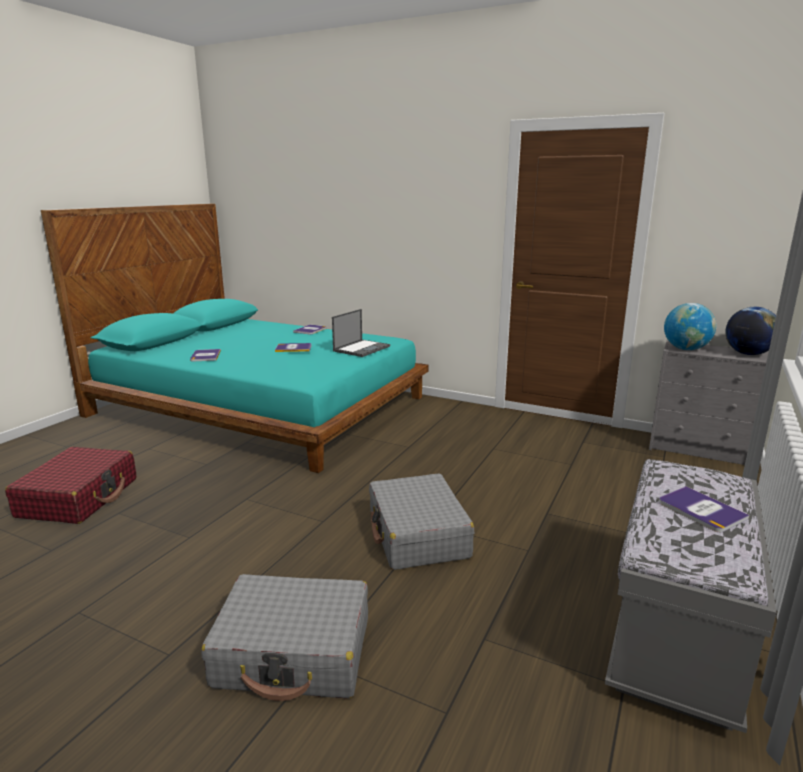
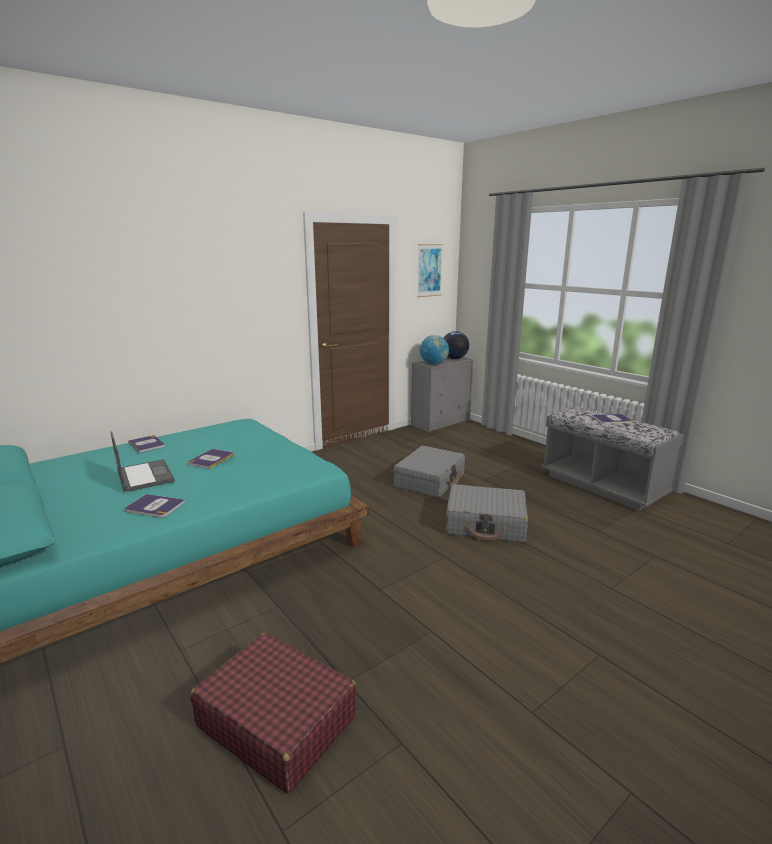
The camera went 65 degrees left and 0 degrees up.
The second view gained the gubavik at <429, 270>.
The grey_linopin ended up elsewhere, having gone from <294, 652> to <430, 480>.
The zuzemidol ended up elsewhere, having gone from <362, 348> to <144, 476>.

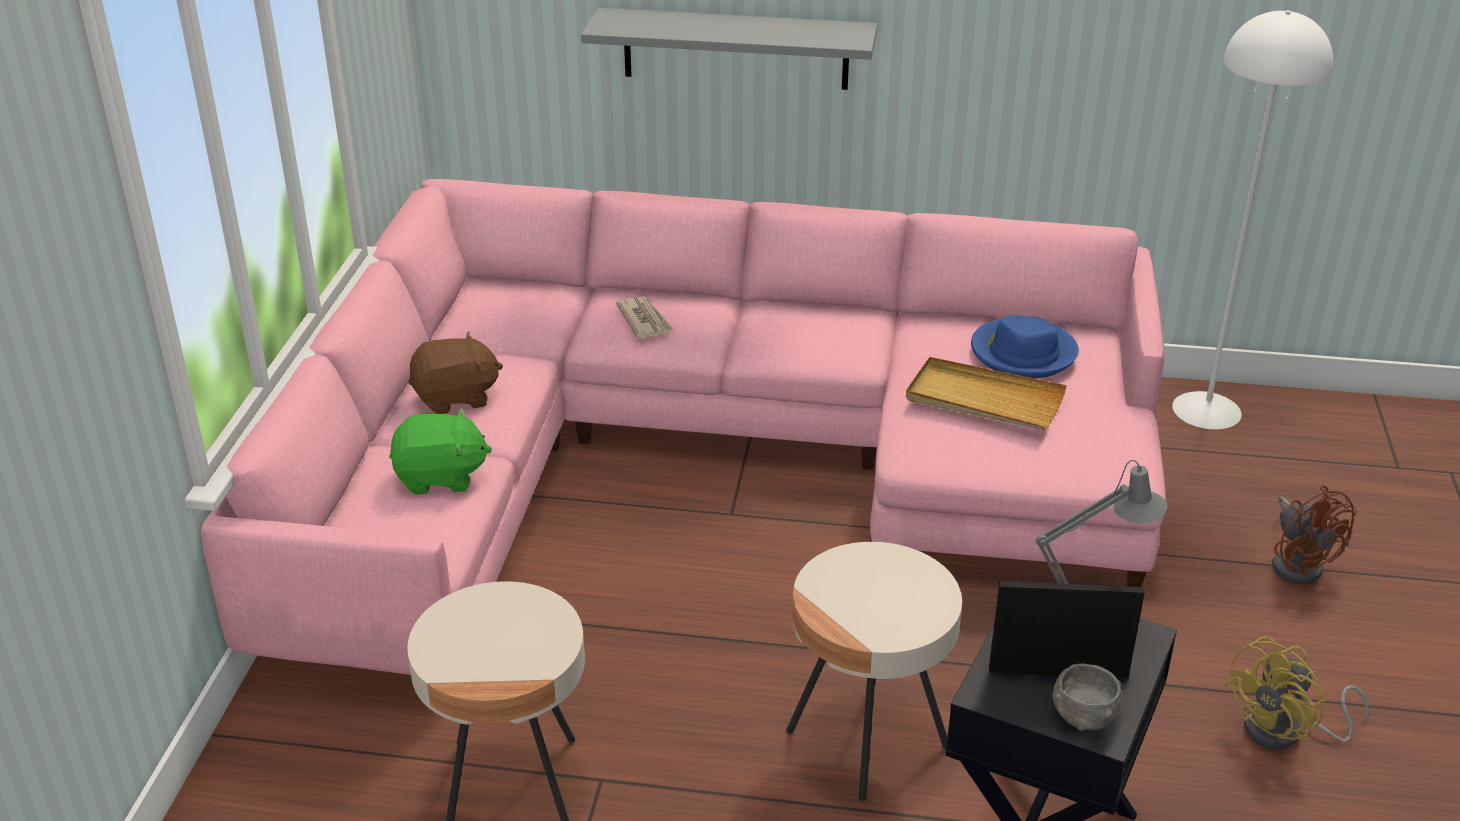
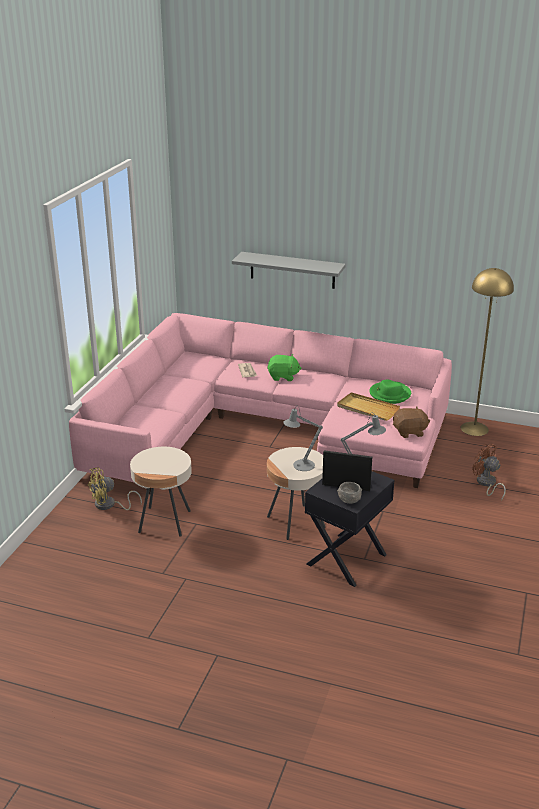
The camera went 10 degrees right and 5 degrees down.
The second view gained the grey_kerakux at <300, 466>.
The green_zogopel ended up elsewhere, having gone from <441, 477> to <283, 377>.
The brown_zogopel ended up elsewhere, having gone from <456, 398> to <409, 432>.
The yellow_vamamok ended up elsewhere, having gone from <1285, 732> to <109, 505>.
What was the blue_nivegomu at <1022, 352> turned into the green_nivegomu at <389, 394>.
What was the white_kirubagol at <1207, 410> turned into the yellow_kirubagol at <474, 428>.
The brown_vamamok at <1298, 563> ended up facing another way, 150 degrees clockwise from before.

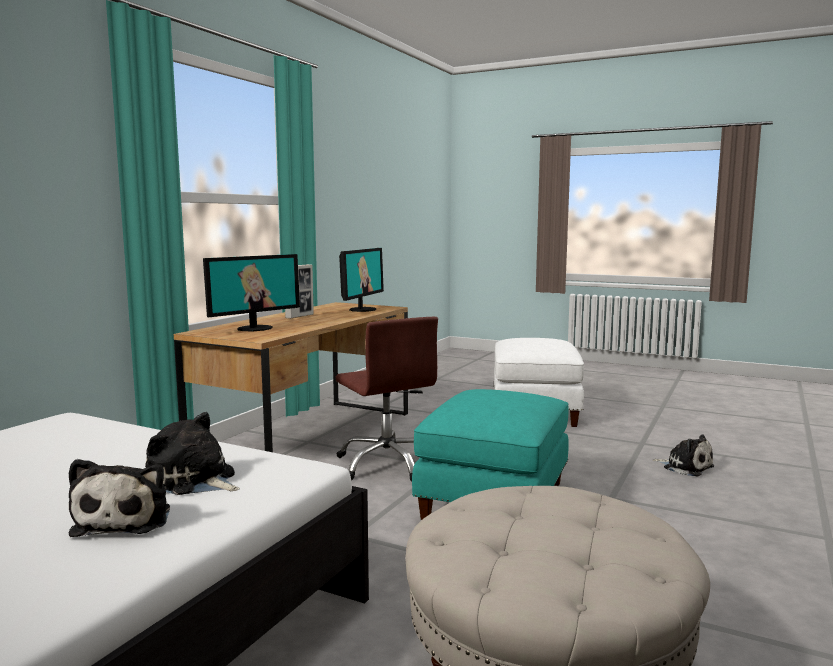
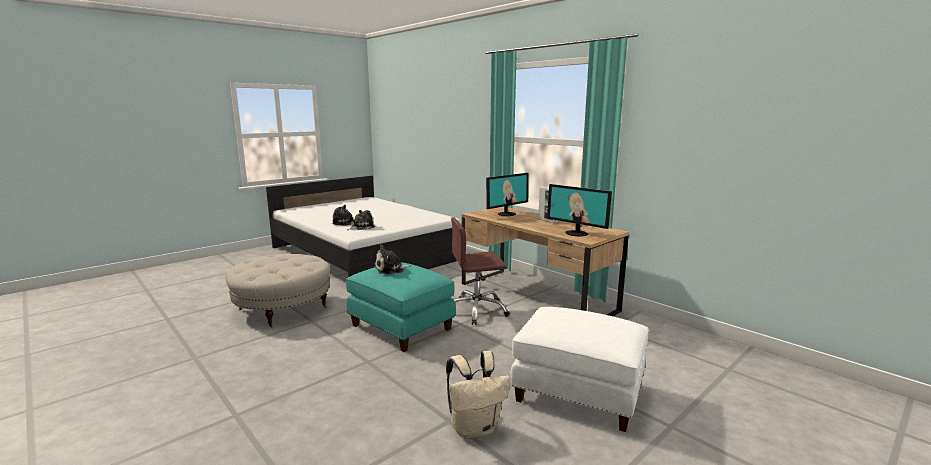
The camera went 110 degrees right and 5 degrees up.
The second view gained the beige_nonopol at <475, 428>.
The zogopel ended up elsewhere, having gone from <685, 467> to <391, 269>.
The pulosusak at <254, 328> ended up facing another way, 105 degrees counterclockwise from before.

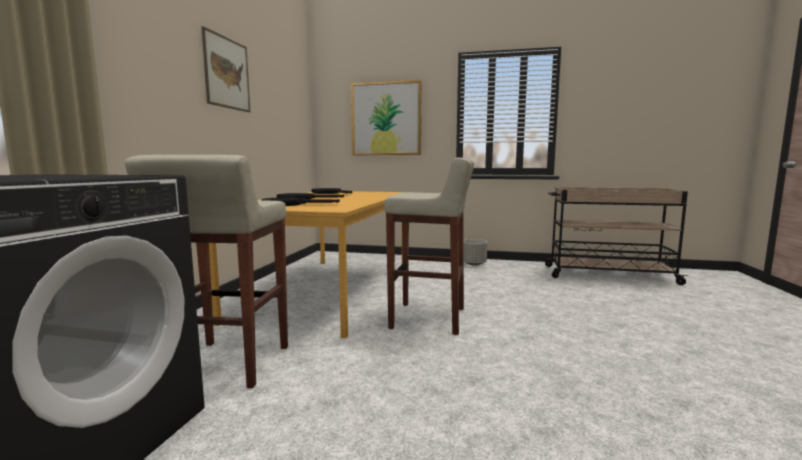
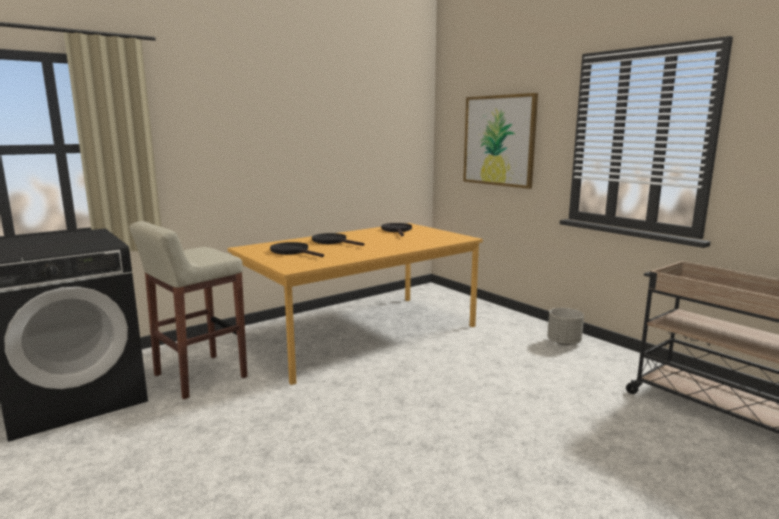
The camera went 40 degrees right and 5 degrees up.
The second view lost the gubavik at <227, 73>.
The second view lost the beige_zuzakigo at <430, 318>.

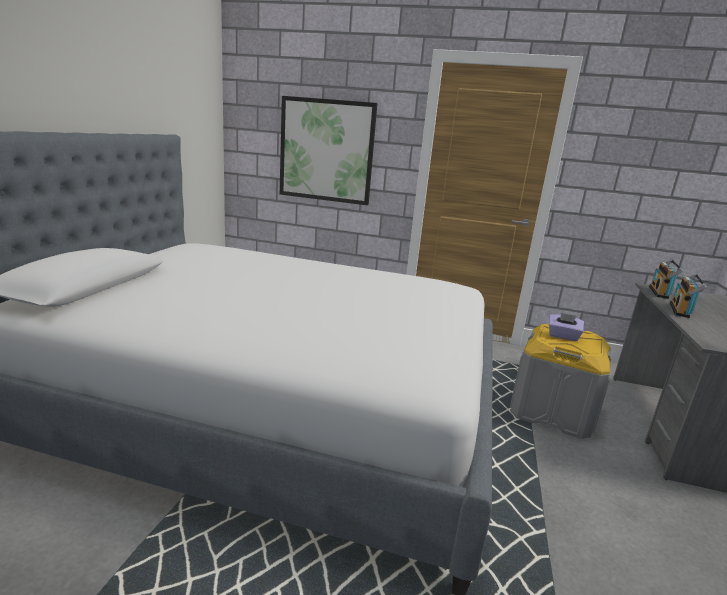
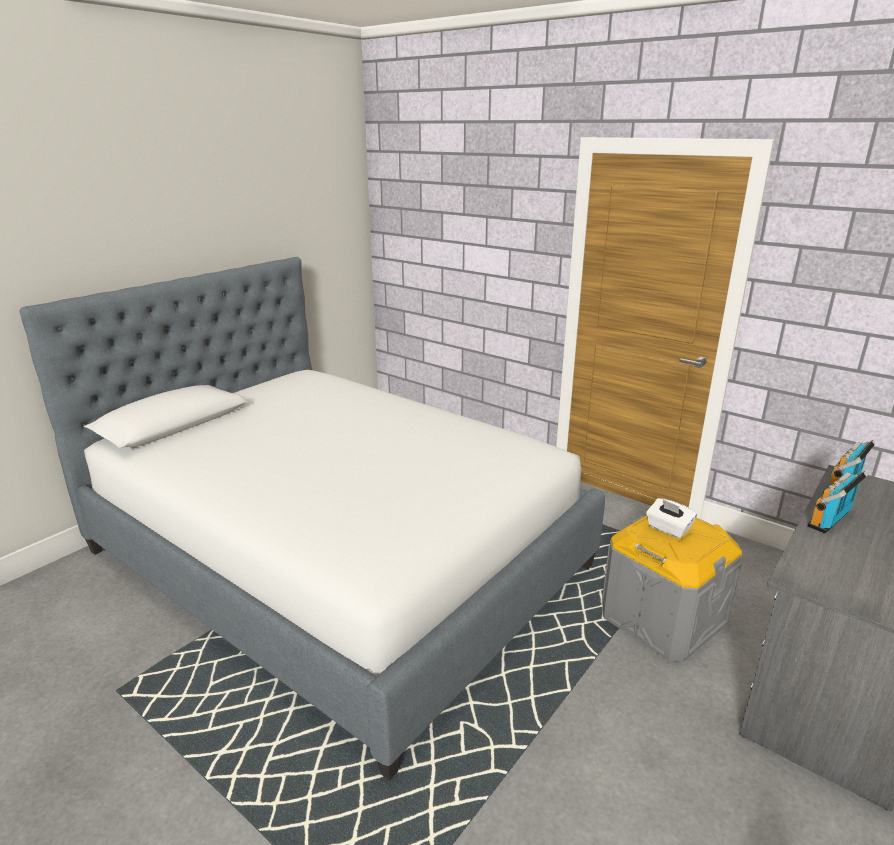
The camera went 25 degrees right and 5 degrees up.
The second view lost the gubavik at <326, 151>.
What was the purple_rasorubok at <562, 336> turned into the white_rasorubok at <668, 529>.

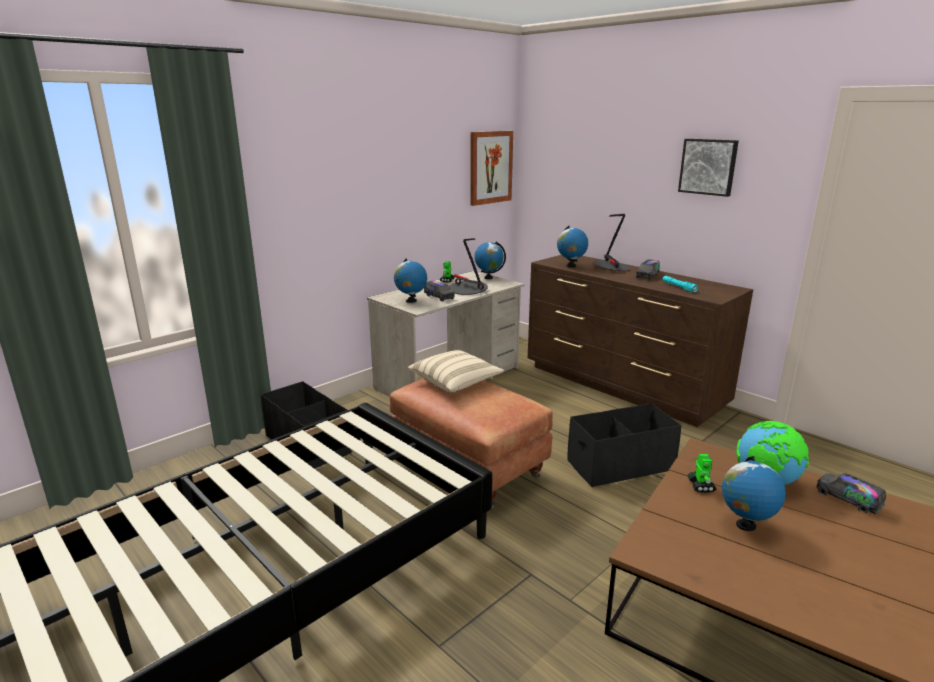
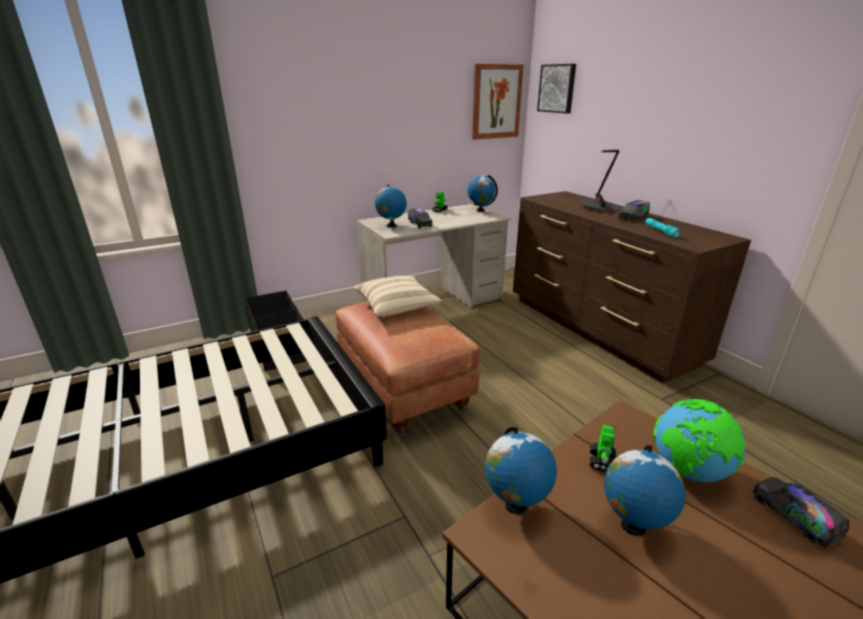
The camera went 15 degrees right and 5 degrees up.
The second view lost the kerakux at <467, 289>.
The second view lost the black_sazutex at <620, 465>.
The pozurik ended up elsewhere, having gone from <571, 266> to <515, 505>.
The gubavik ended up elsewhere, having gone from <708, 166> to <557, 88>.

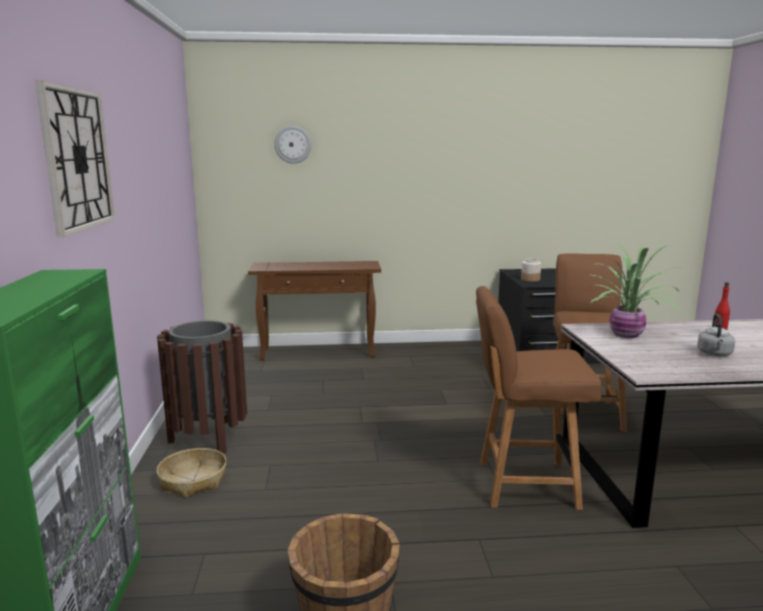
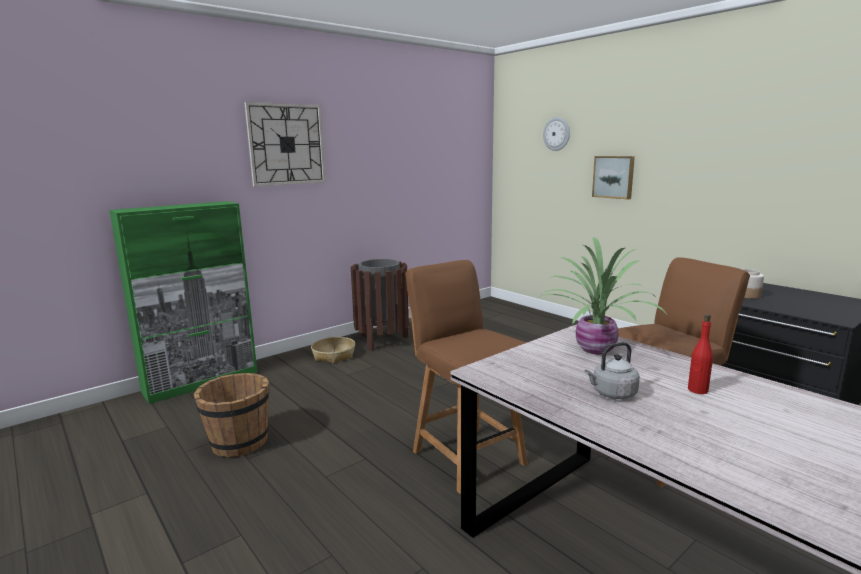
The camera went 55 degrees right and 0 degrees up.
The second view lost the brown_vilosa at <319, 353>.
The second view gained the gubavik at <613, 177>.

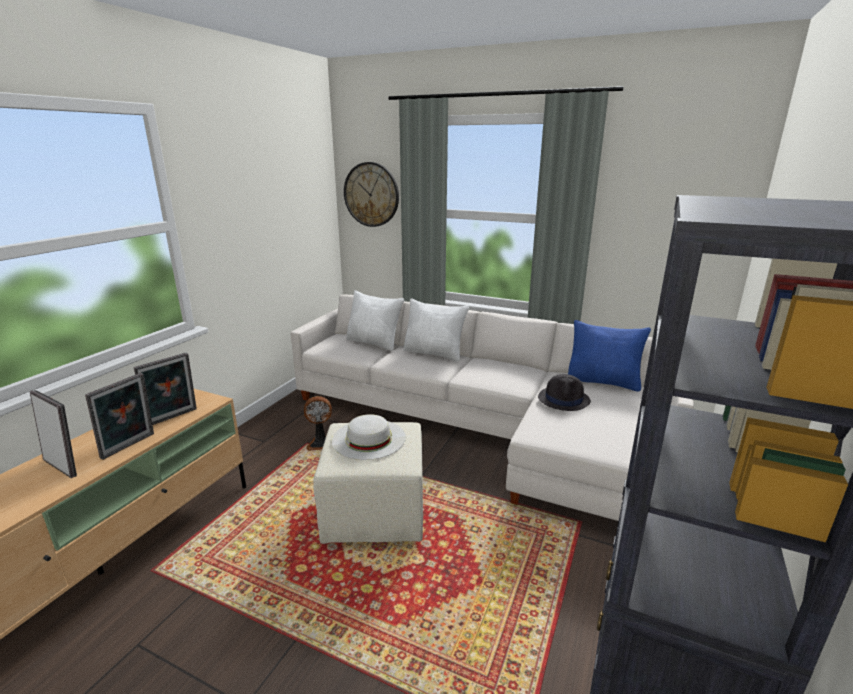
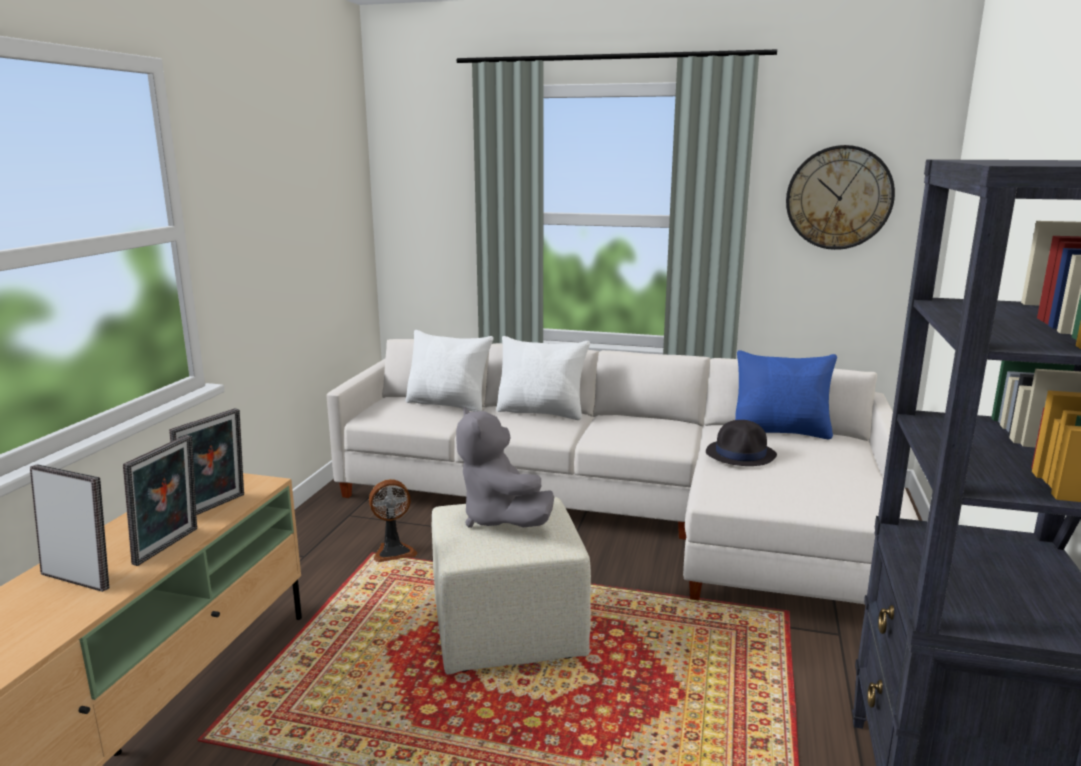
The camera went 10 degrees left and 5 degrees down.
The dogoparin ended up elsewhere, having gone from <371, 194> to <839, 198>.
Where the white_nivegomu stood at <369, 438>, the grey_zogopel came to stand at <500, 519>.

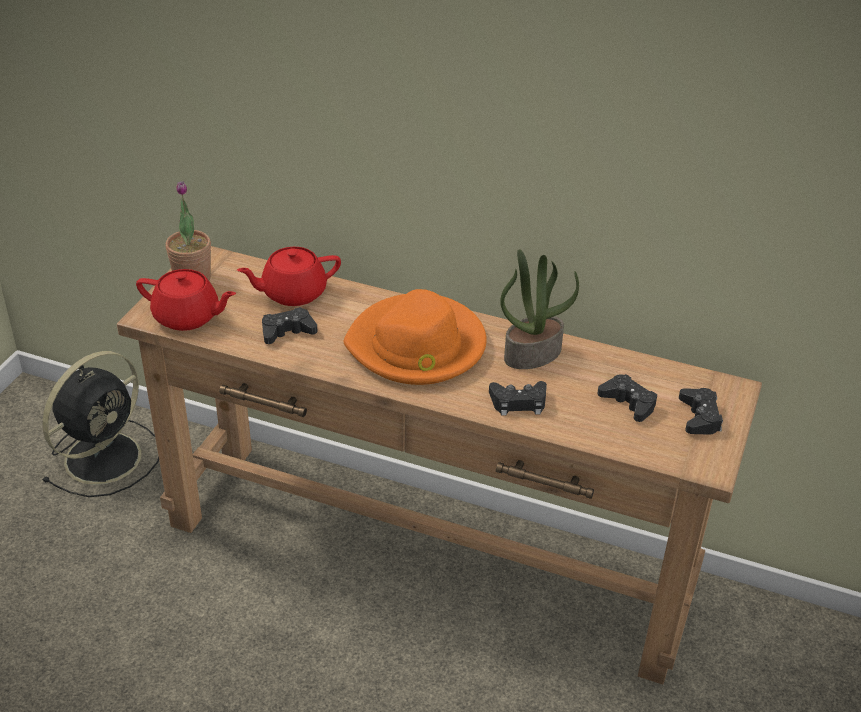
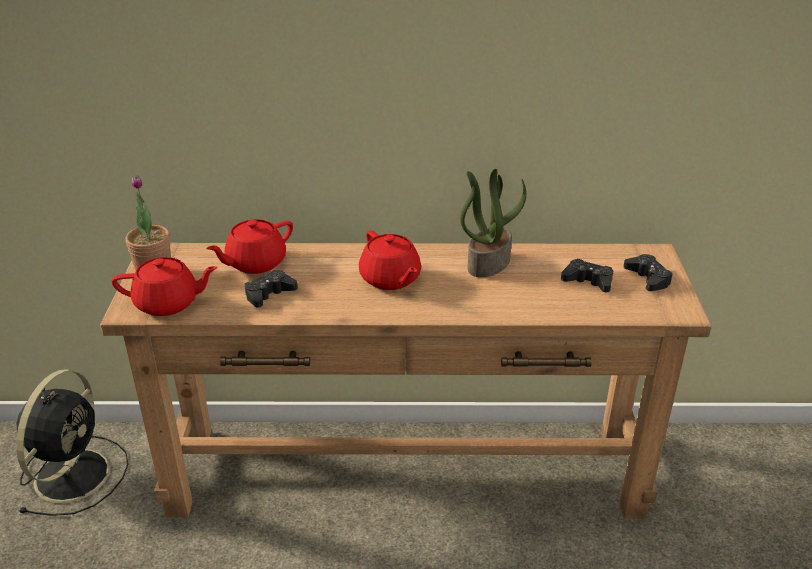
The camera went 20 degrees left and 5 degrees down.
The second view lost the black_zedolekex at <518, 402>.
Where the orange_nivegomu stood at <417, 346>, the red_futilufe came to stand at <390, 279>.

